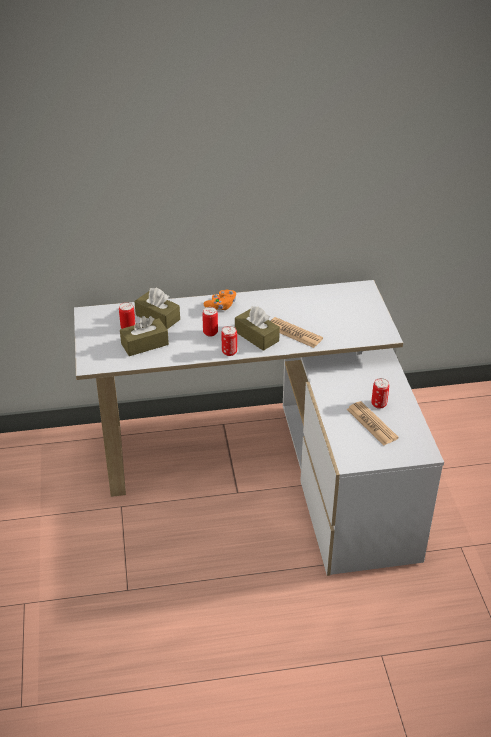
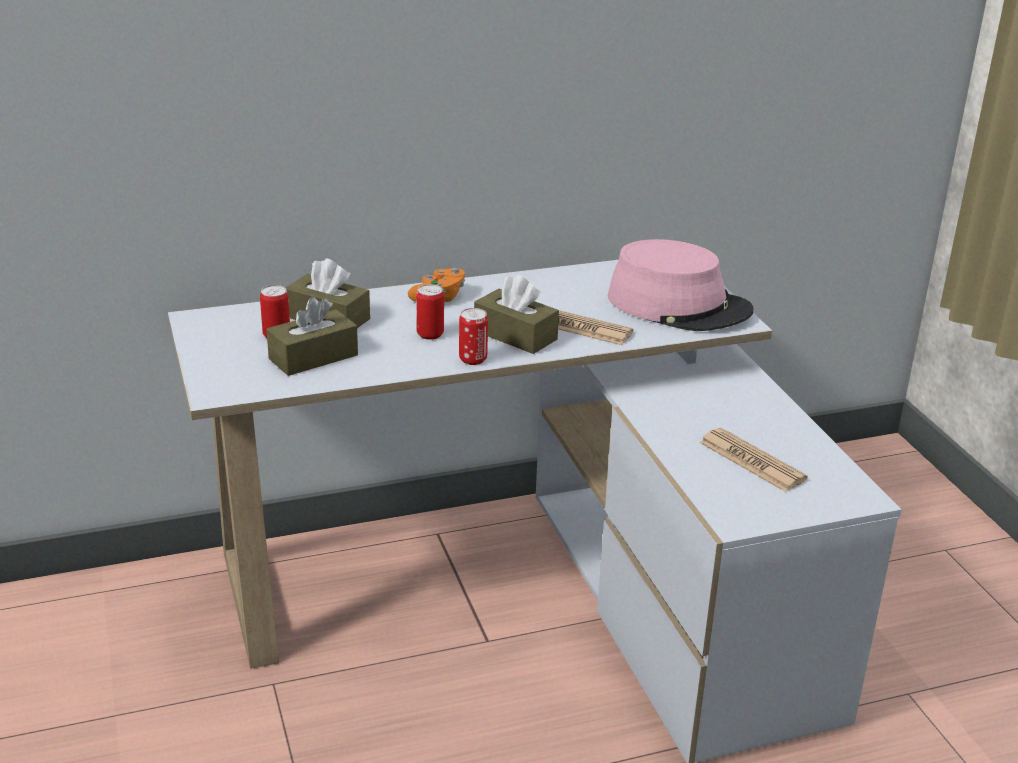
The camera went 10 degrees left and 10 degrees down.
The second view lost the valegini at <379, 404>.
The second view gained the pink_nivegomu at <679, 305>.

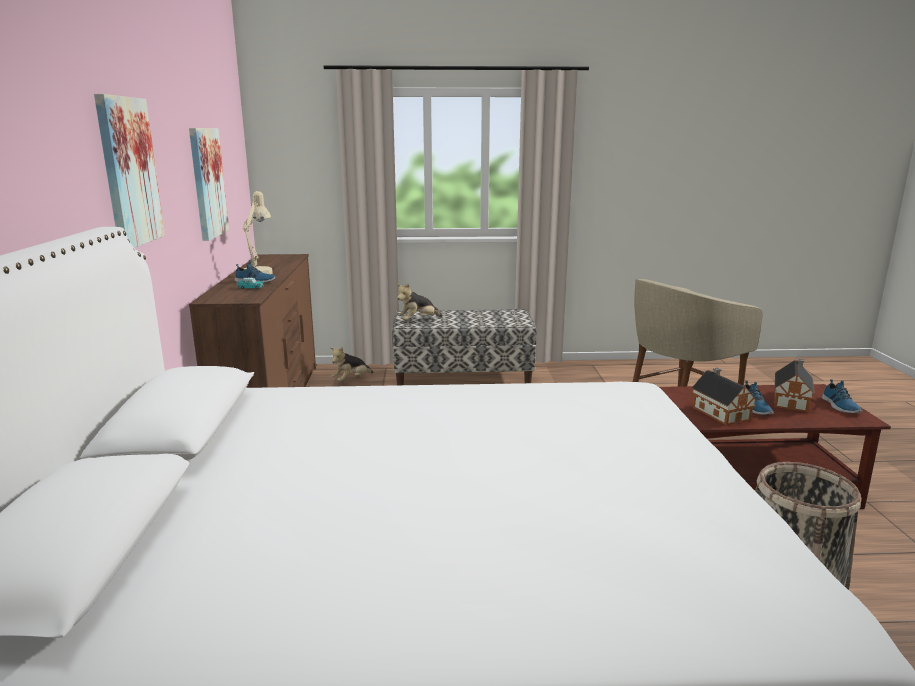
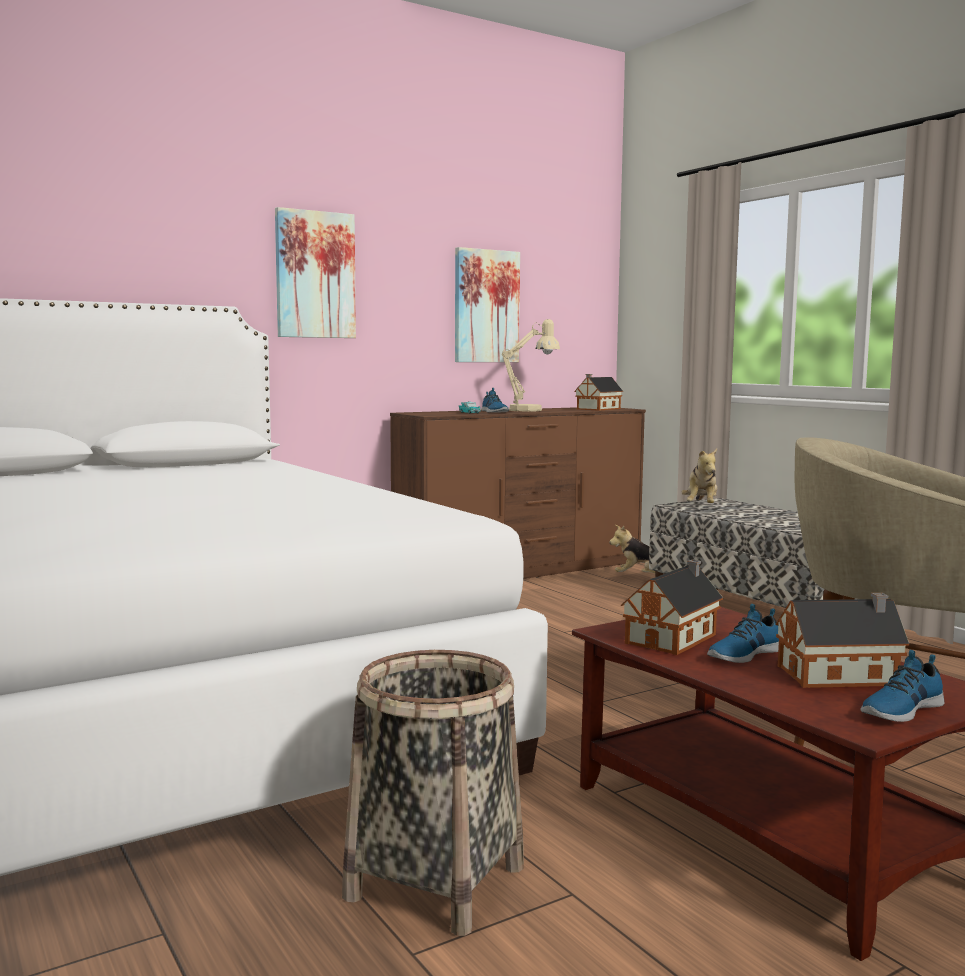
The camera went 60 degrees right and 10 degrees down.
The second view gained the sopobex at <597, 409>.
The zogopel at <418, 321> ended up facing another way, 105 degrees counterclockwise from before.

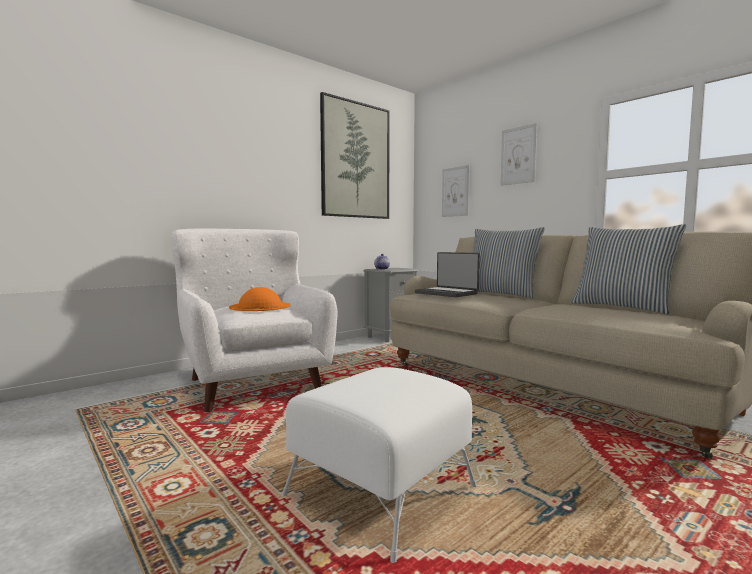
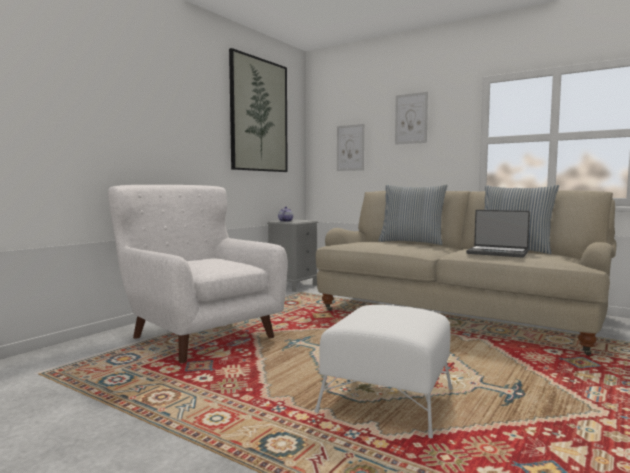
The camera went 15 degrees left and 0 degrees up.
The second view lost the orange_nivegomu at <260, 306>.
The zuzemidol ended up elsewhere, having gone from <447, 293> to <497, 253>.

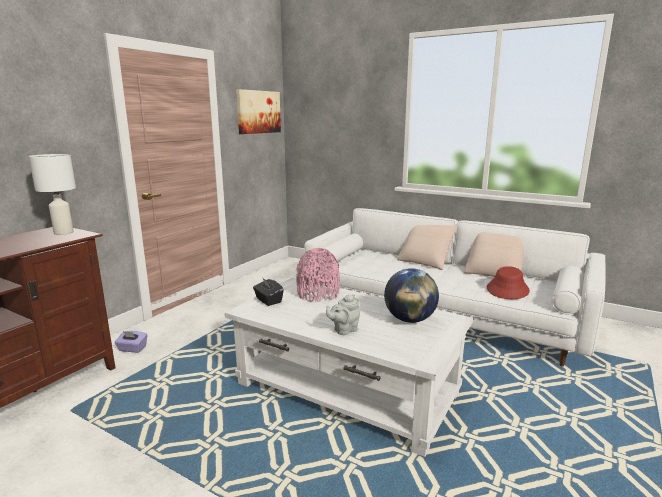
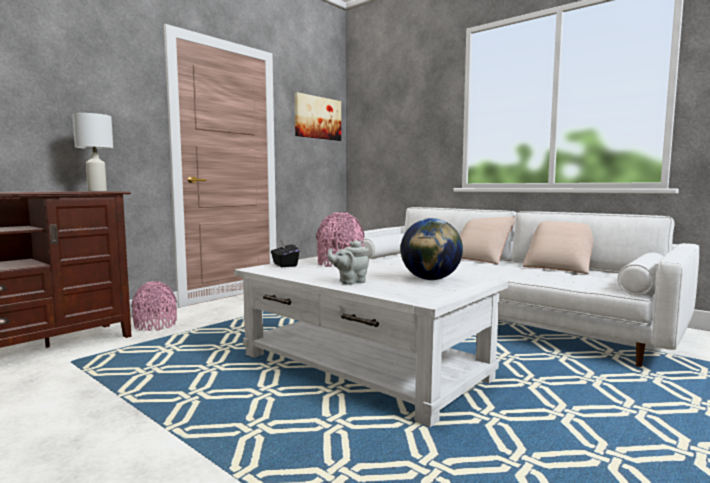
The camera went 10 degrees right and 10 degrees down.
The second view lost the red_nivegomu at <507, 290>.
Where the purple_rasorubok stood at <132, 349>, the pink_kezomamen came to stand at <155, 325>.

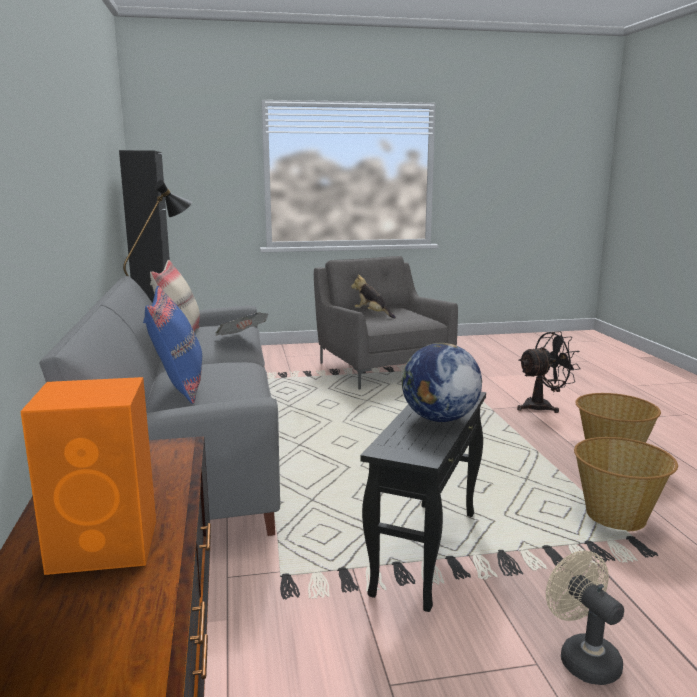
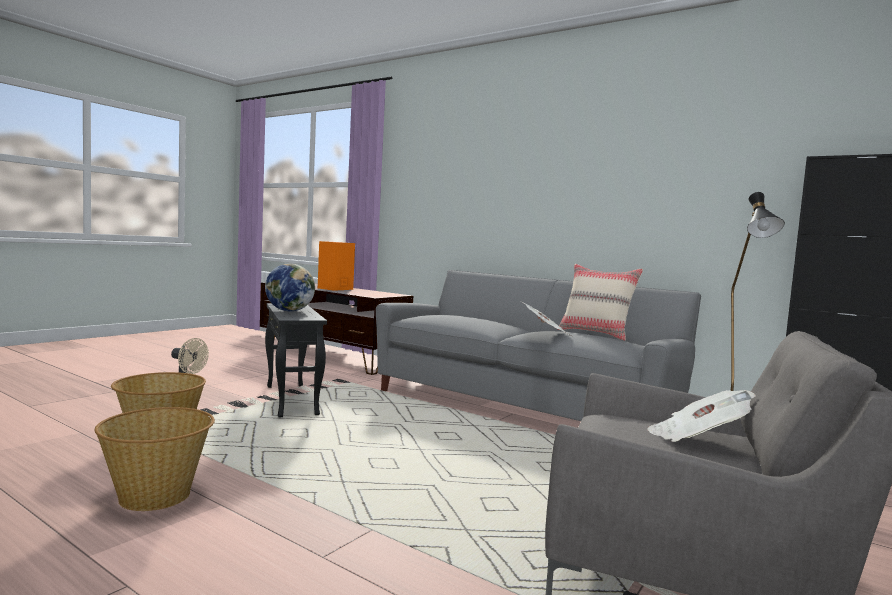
The camera went 135 degrees right and 10 degrees down.
The second view lost the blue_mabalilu at <178, 387>.
The second view lost the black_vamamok at <543, 406>.
Where the zogopel stood at <372, 314>, the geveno came to stand at <696, 439>.

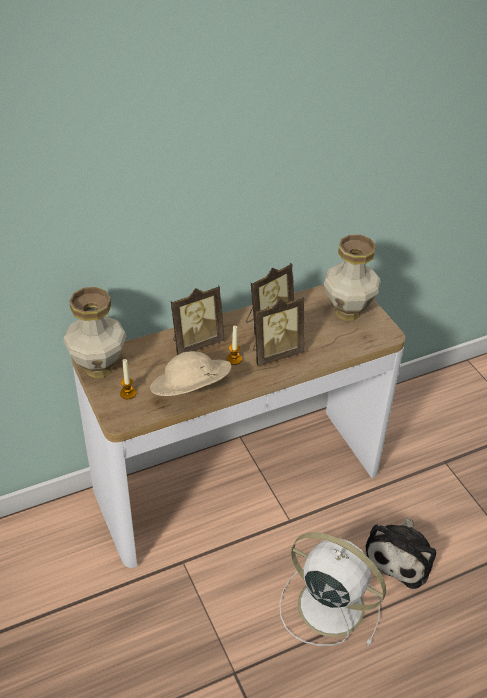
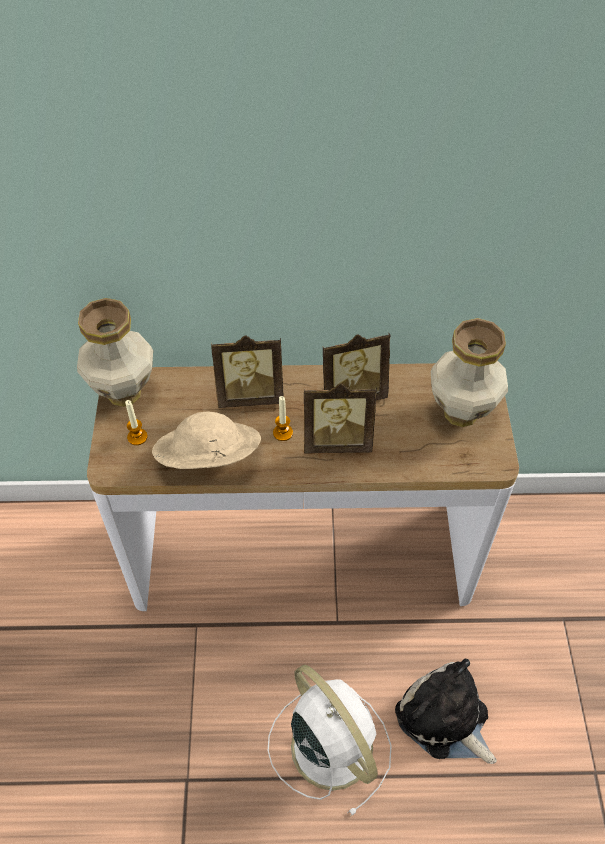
The camera went 25 degrees right and 10 degrees up.
The zogopel at <400, 556> ended up facing another way, 90 degrees clockwise from before.

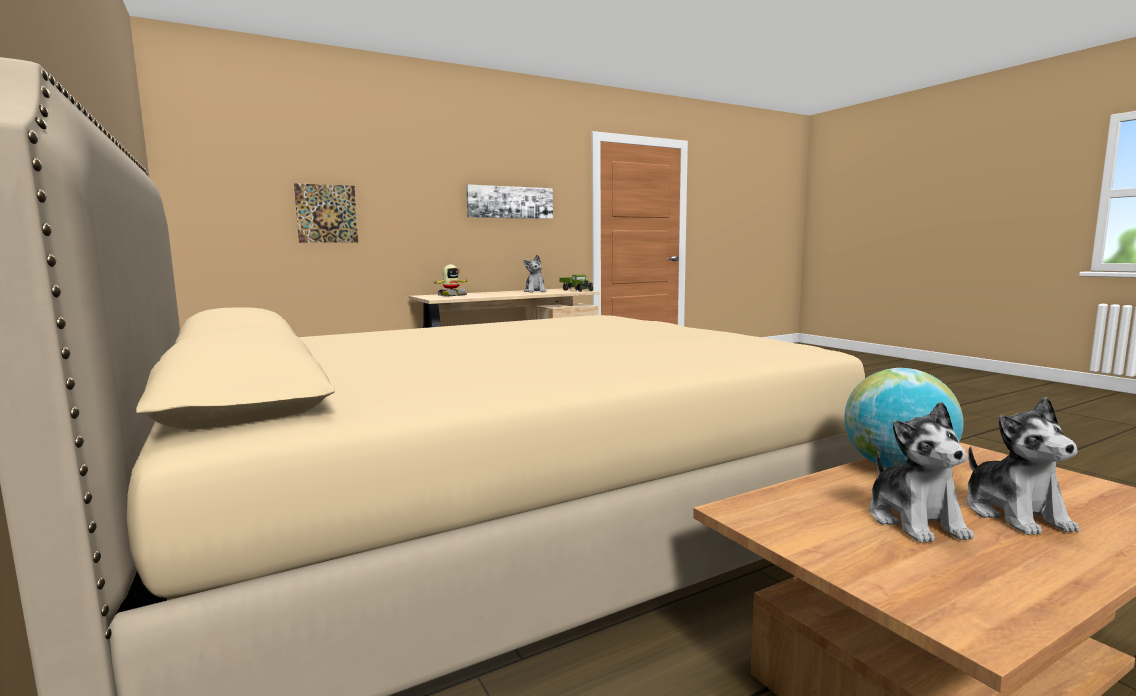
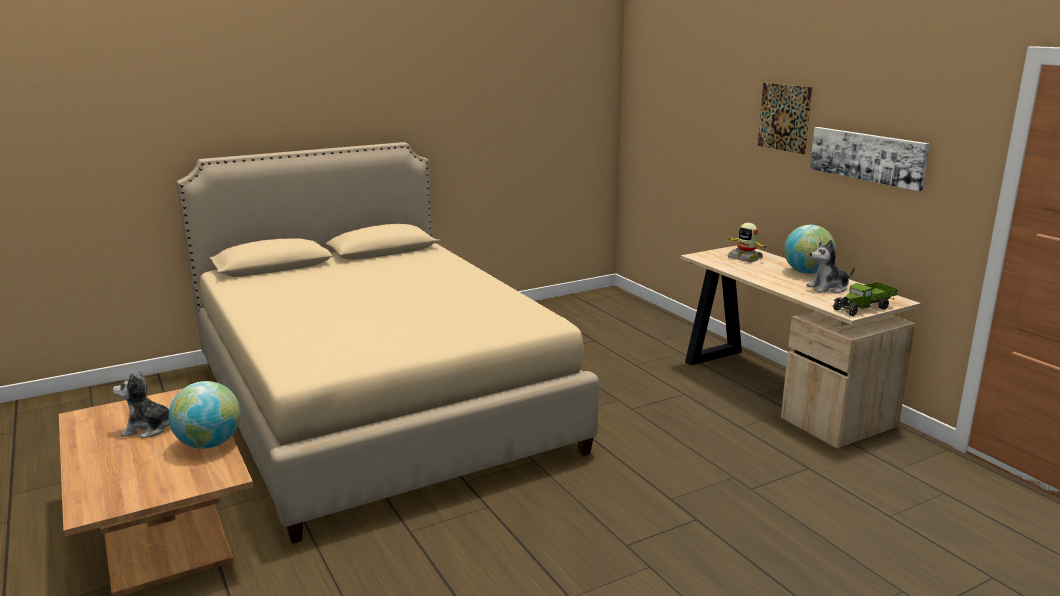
The camera went 90 degrees right and 10 degrees up.
The second view lost the zogopel at <1014, 514>.
The second view gained the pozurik at <806, 272>.
The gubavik ended up elsewhere, having gone from <327, 213> to <784, 117>.

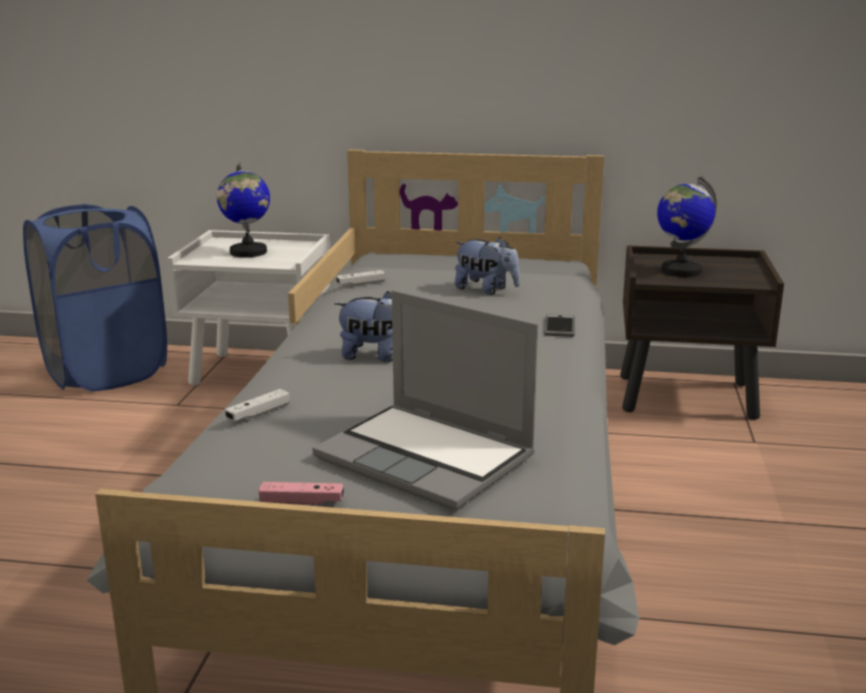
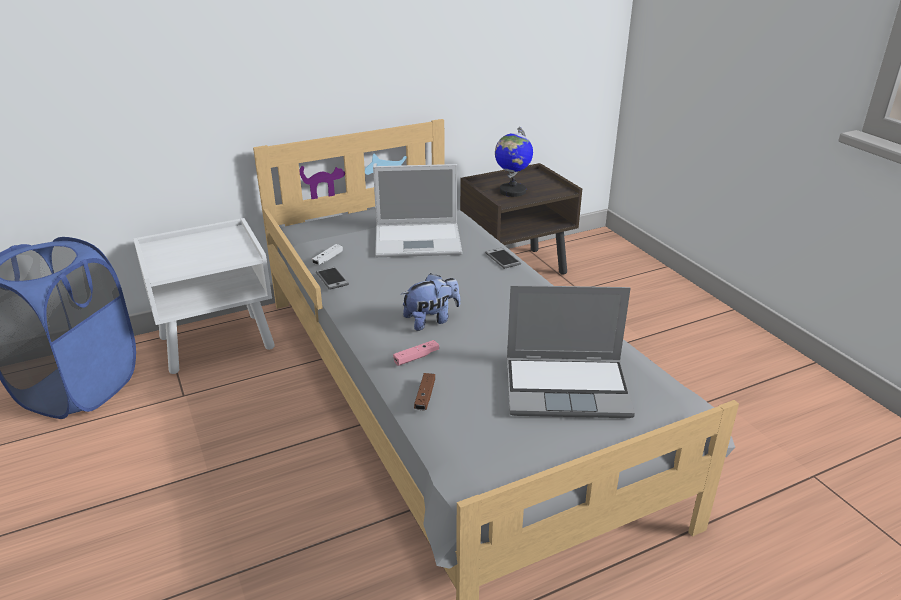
The camera went 35 degrees left and 10 degrees up.
The second view lost the pozurik at <248, 252>.
The second view gained the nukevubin at <332, 279>.
The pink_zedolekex ended up elsewhere, having gone from <302, 502> to <416, 357>.
Where the zogopel stood at <486, 290>, the zuzemidol came to stand at <419, 240>.
What was the white_zedolekex at <258, 413> turned into the brown_zedolekex at <425, 397>.

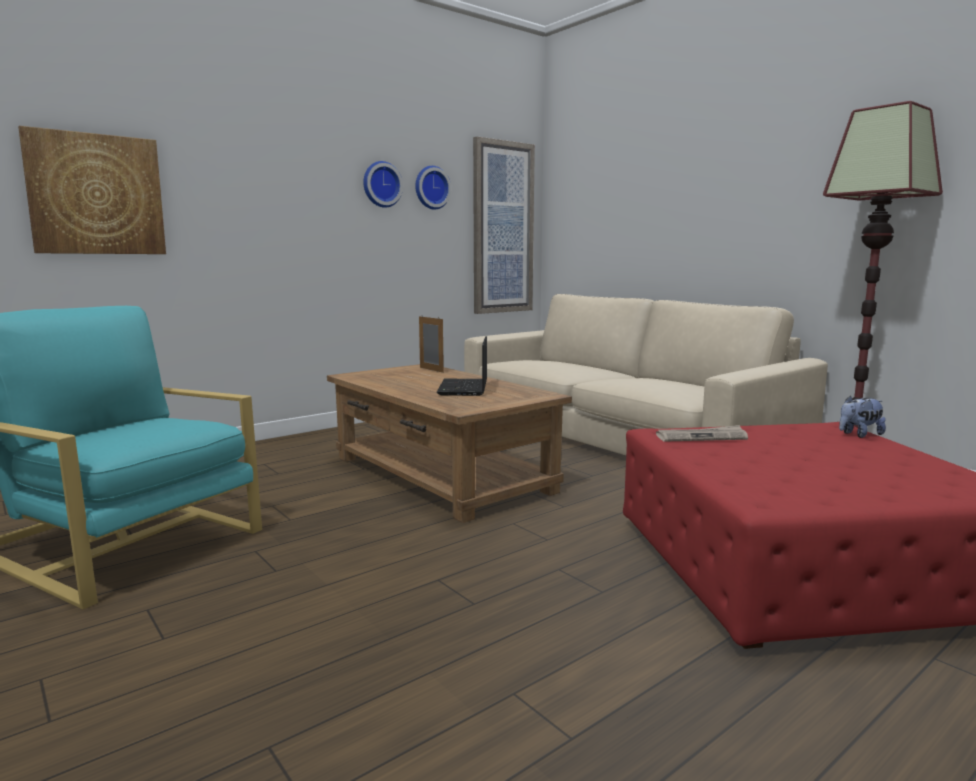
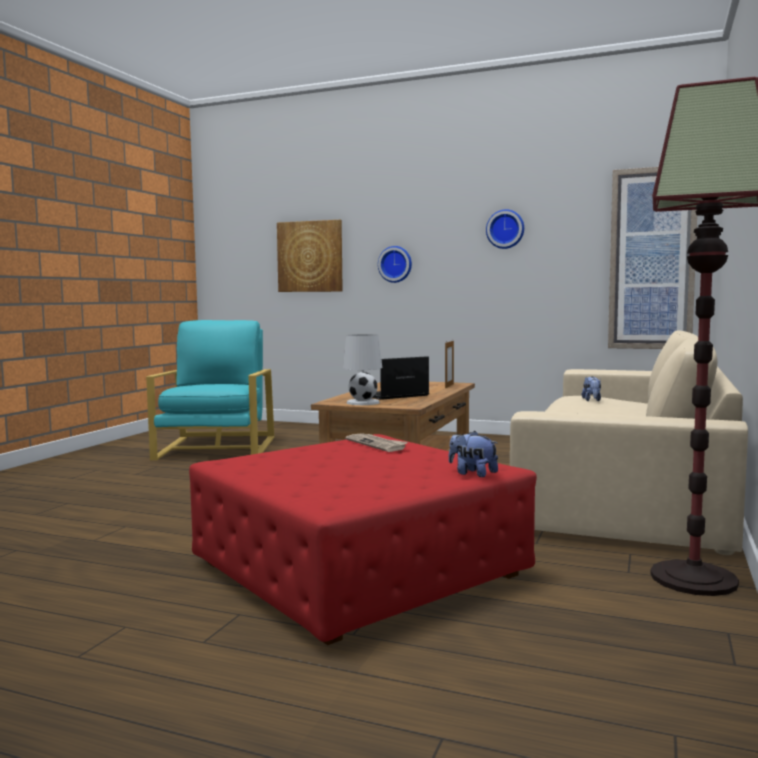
The camera went 60 degrees right and 5 degrees down.
The second view gained the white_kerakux at <363, 402>.
The second view gained the zogopel at <592, 400>.
The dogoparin ended up elsewhere, having gone from <431, 188> to <395, 264>.

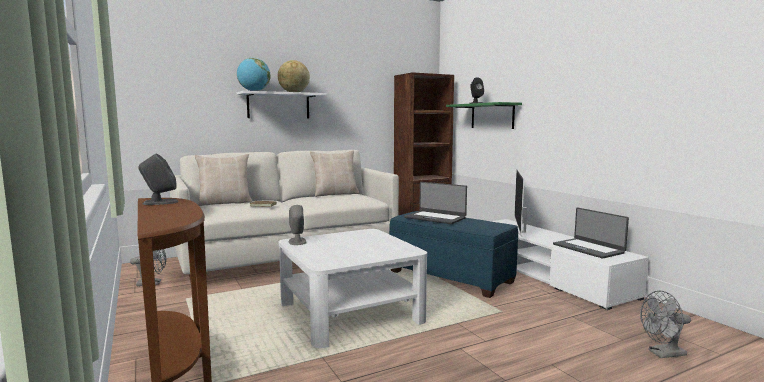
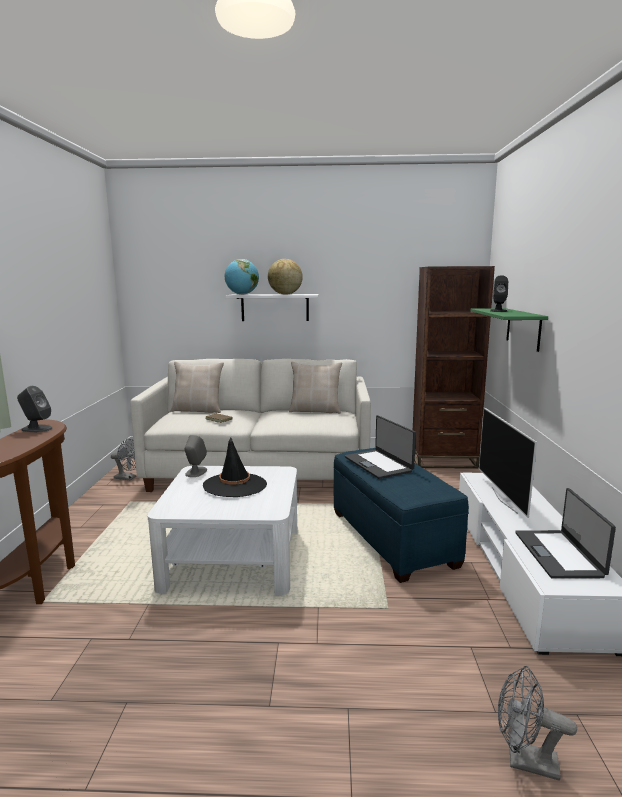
The camera went 30 degrees right and 5 degrees up.
The second view gained the black_nivegomu at <235, 485>.
The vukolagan at <521, 231> ended up facing another way, 45 degrees counterclockwise from before.

